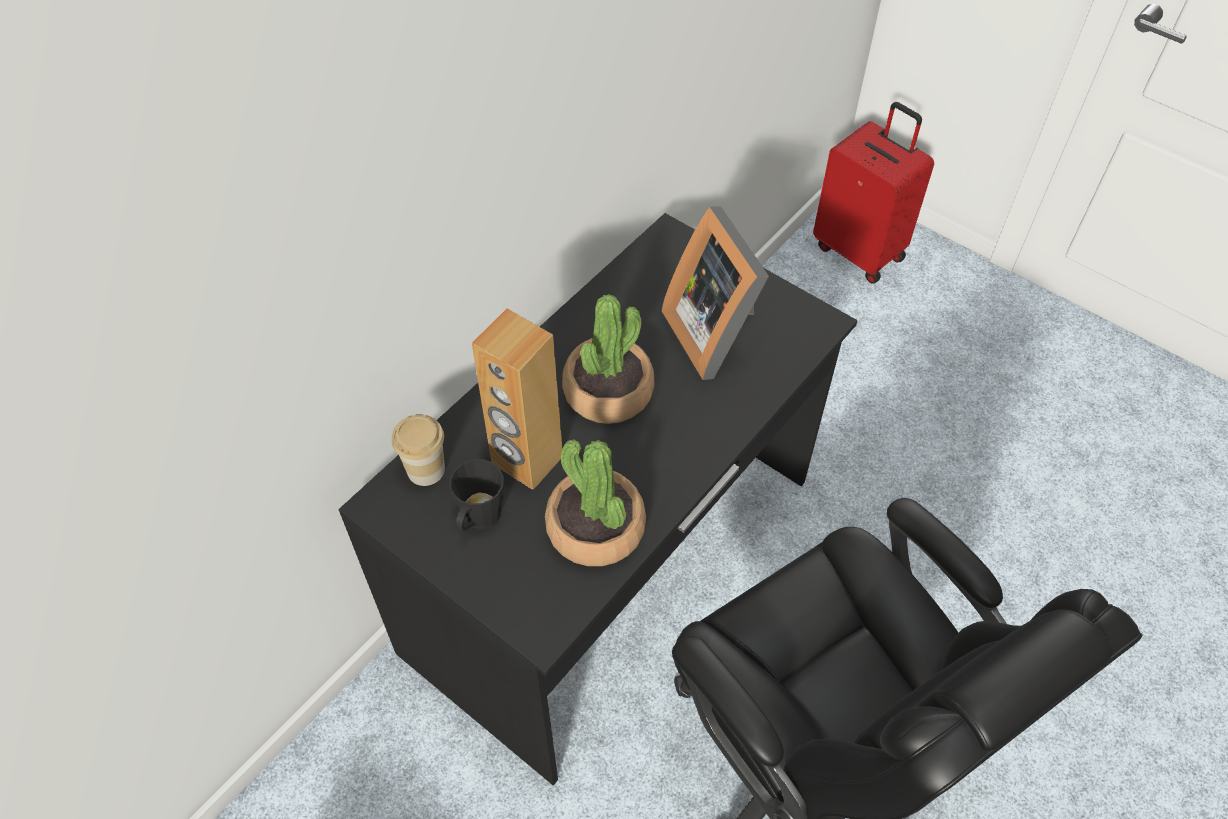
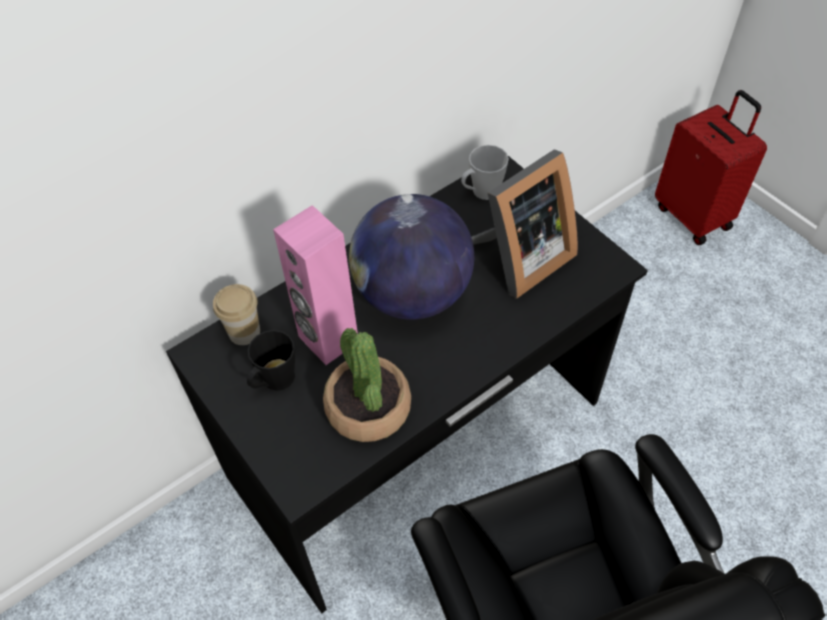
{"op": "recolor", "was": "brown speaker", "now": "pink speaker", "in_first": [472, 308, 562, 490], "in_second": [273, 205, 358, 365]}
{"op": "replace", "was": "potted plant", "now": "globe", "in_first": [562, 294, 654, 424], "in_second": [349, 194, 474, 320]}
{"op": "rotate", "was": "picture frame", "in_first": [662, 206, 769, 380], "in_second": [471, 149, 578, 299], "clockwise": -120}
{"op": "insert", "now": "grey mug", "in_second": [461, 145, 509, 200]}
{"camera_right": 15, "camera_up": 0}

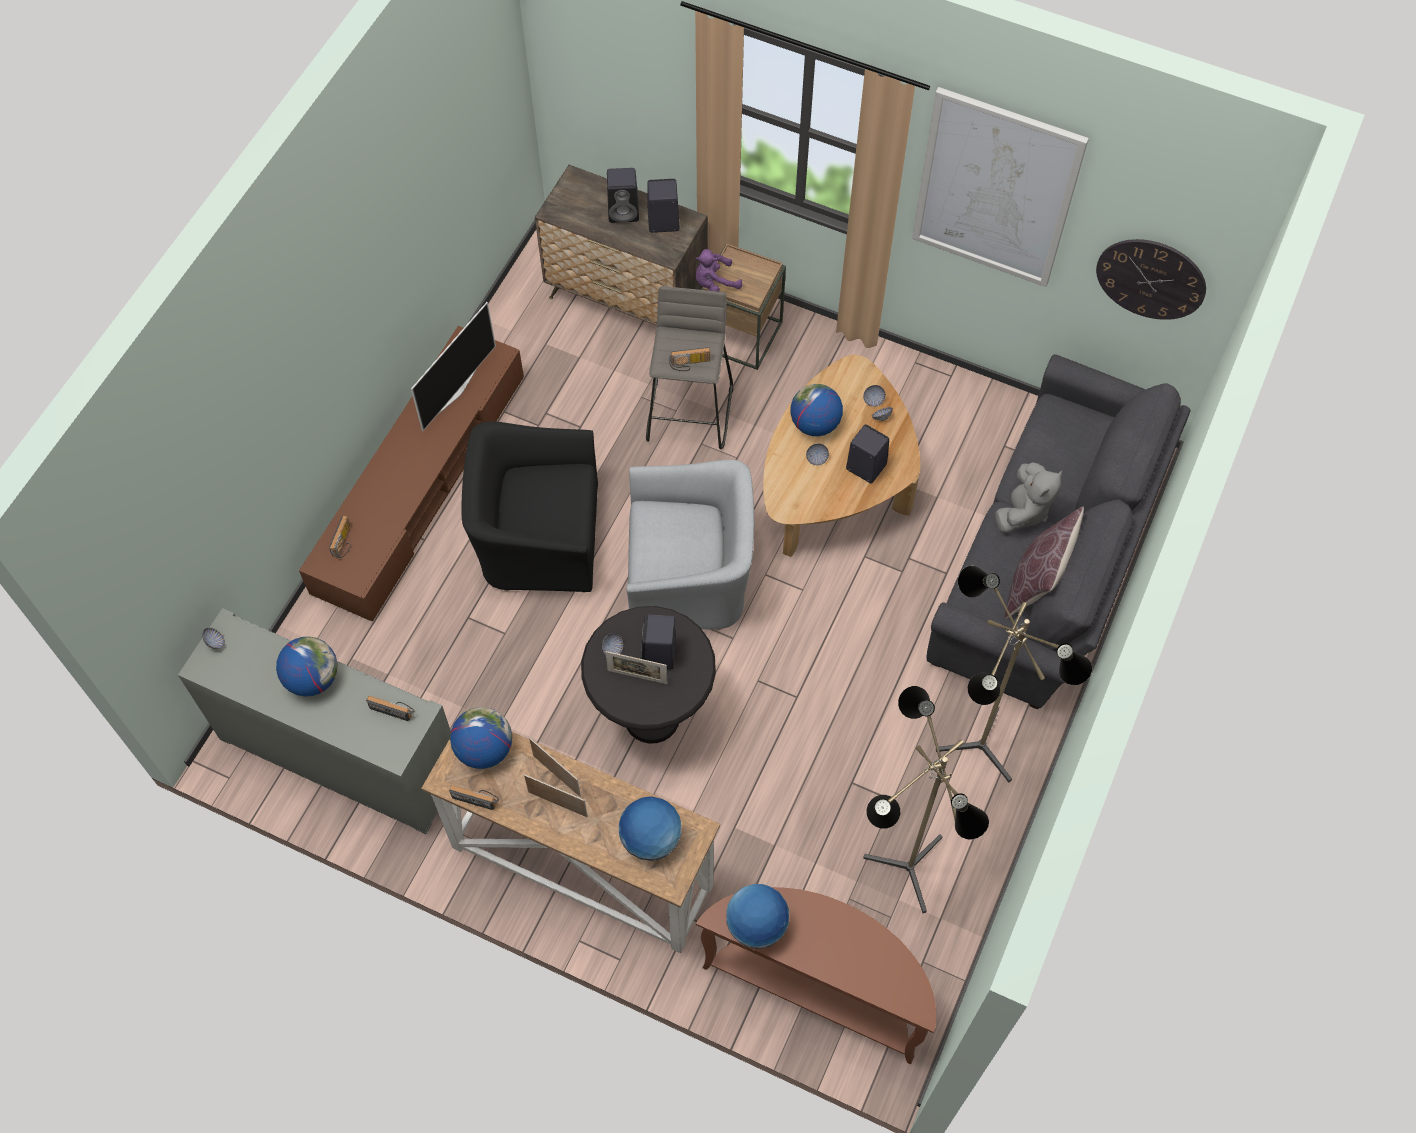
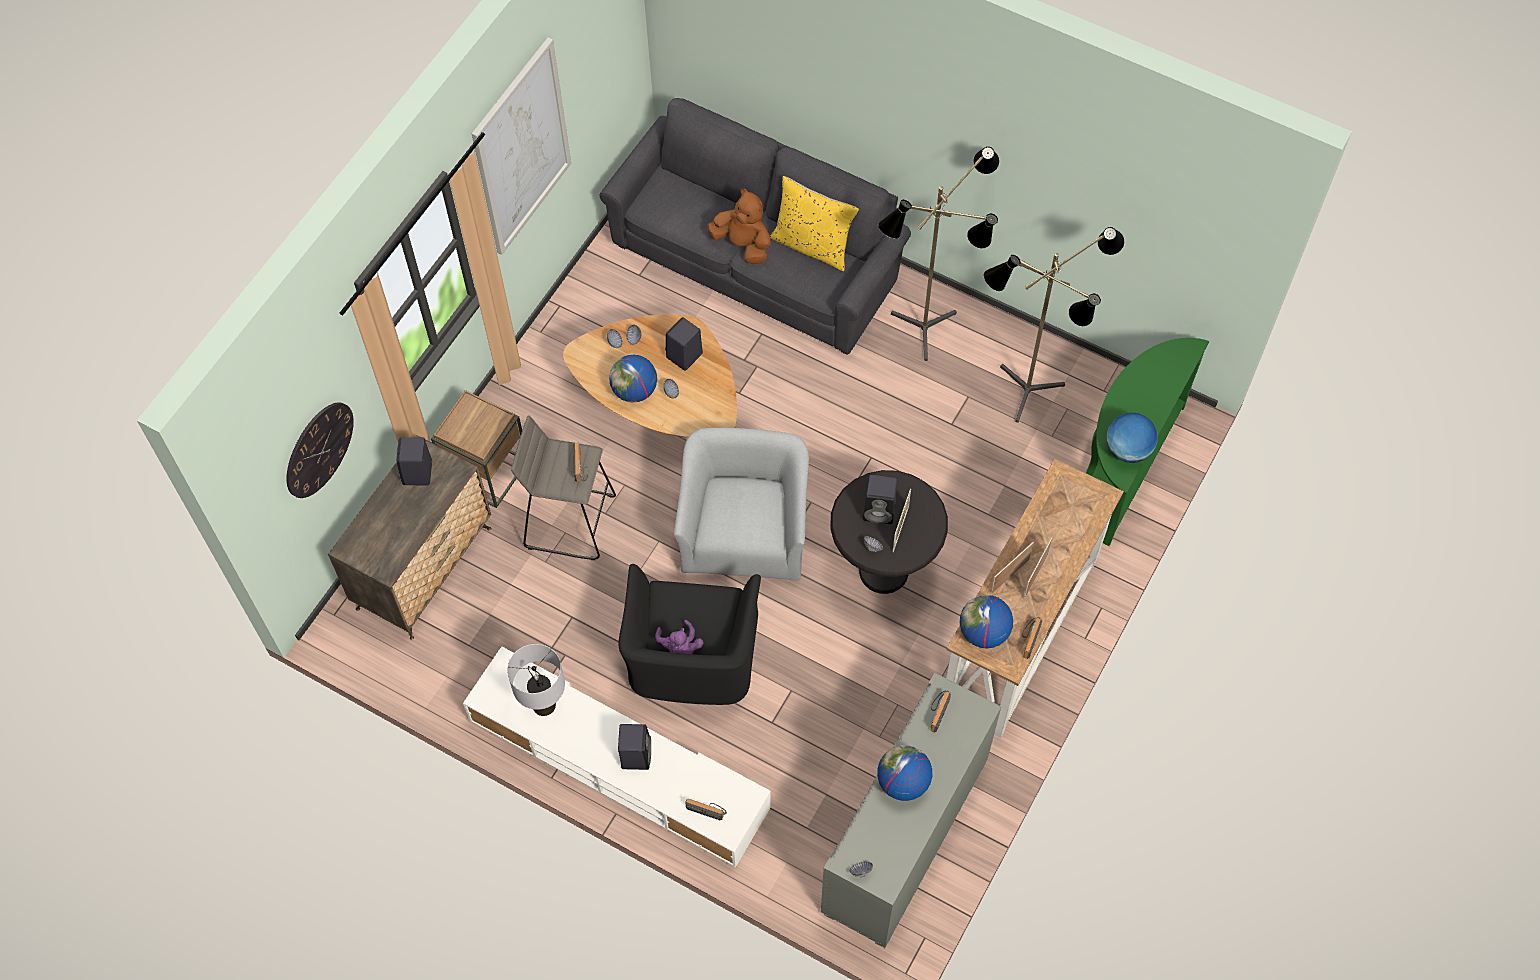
{"op": "recolor", "was": "brown tv stand", "now": "white tv stand", "in_first": [299, 326, 524, 621], "in_second": [463, 647, 771, 867]}
{"op": "replace", "was": "television", "now": "grey table lamp", "in_first": [411, 302, 496, 431], "in_second": [507, 644, 565, 716]}
{"op": "move", "was": "black speaker", "in_first": [607, 168, 639, 223], "in_second": [618, 724, 651, 770]}
{"op": "delete", "was": "globe", "in_first": [619, 796, 682, 861]}
{"op": "move", "was": "purple plush toy", "in_first": [695, 249, 742, 292], "in_second": [655, 620, 703, 654]}
{"op": "recolor", "was": "brown console table", "now": "green console table", "in_first": [696, 887, 936, 1064], "in_second": [1086, 338, 1209, 546]}
{"op": "recolor", "was": "grey plush toy", "now": "brown plush toy", "in_first": [995, 462, 1063, 533], "in_second": [707, 188, 771, 264]}
{"op": "recolor", "was": "brown pillow", "now": "yellow pillow", "in_first": [1005, 506, 1084, 618], "in_second": [770, 176, 859, 271]}
{"op": "move", "was": "wall clock", "in_first": [1096, 239, 1206, 320], "in_second": [286, 403, 354, 498]}
{"camera_right": -85, "camera_up": 0}

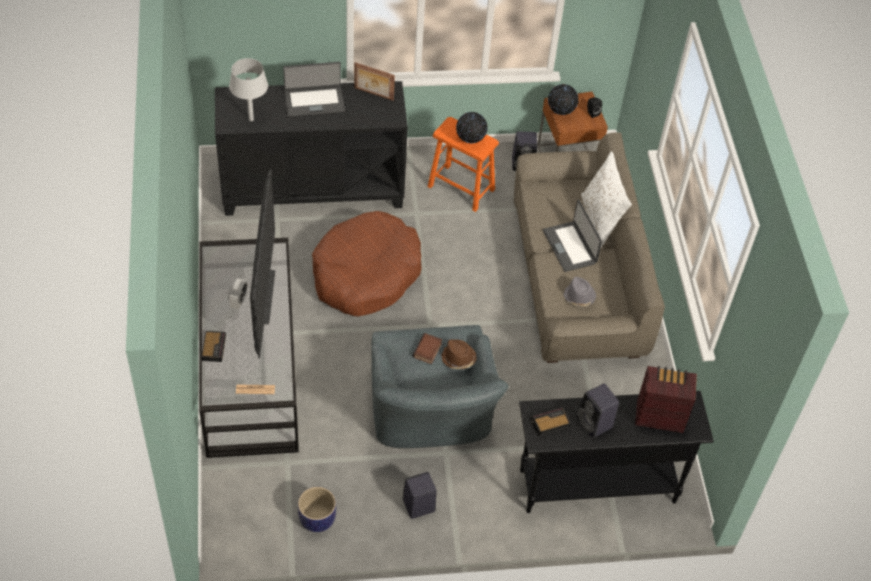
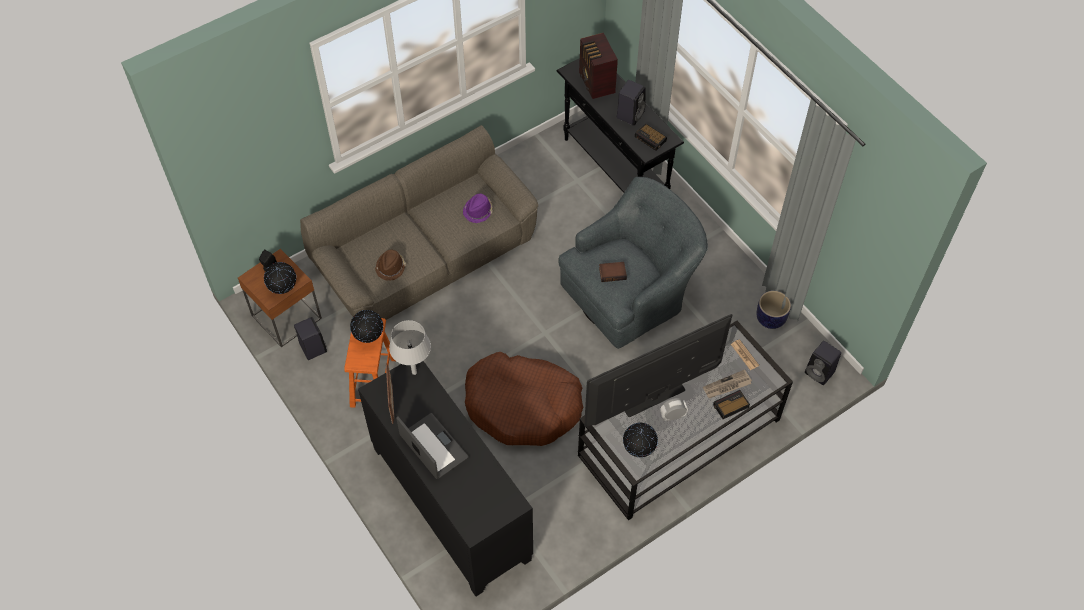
{"op": "move", "was": "grey table lamp", "in_first": [229, 58, 268, 121], "in_second": [389, 320, 431, 375]}
{"op": "move", "was": "black speaker", "in_first": [403, 472, 437, 519], "in_second": [805, 341, 841, 385]}
{"op": "move", "was": "brown hat", "in_first": [442, 339, 477, 369], "in_second": [375, 249, 406, 281]}
{"op": "delete", "was": "laptop", "in_first": [543, 200, 602, 272]}
{"op": "recolor", "was": "grey hat", "now": "purple hat", "in_first": [564, 277, 596, 307], "in_second": [463, 194, 493, 223]}
{"op": "delete", "was": "white pillow", "in_first": [581, 151, 632, 248]}
{"op": "insert", "now": "globe", "in_second": [623, 423, 658, 457]}
{"op": "insert", "now": "newspaper", "in_second": [703, 370, 752, 398]}
{"camera_right": -115, "camera_up": 5}

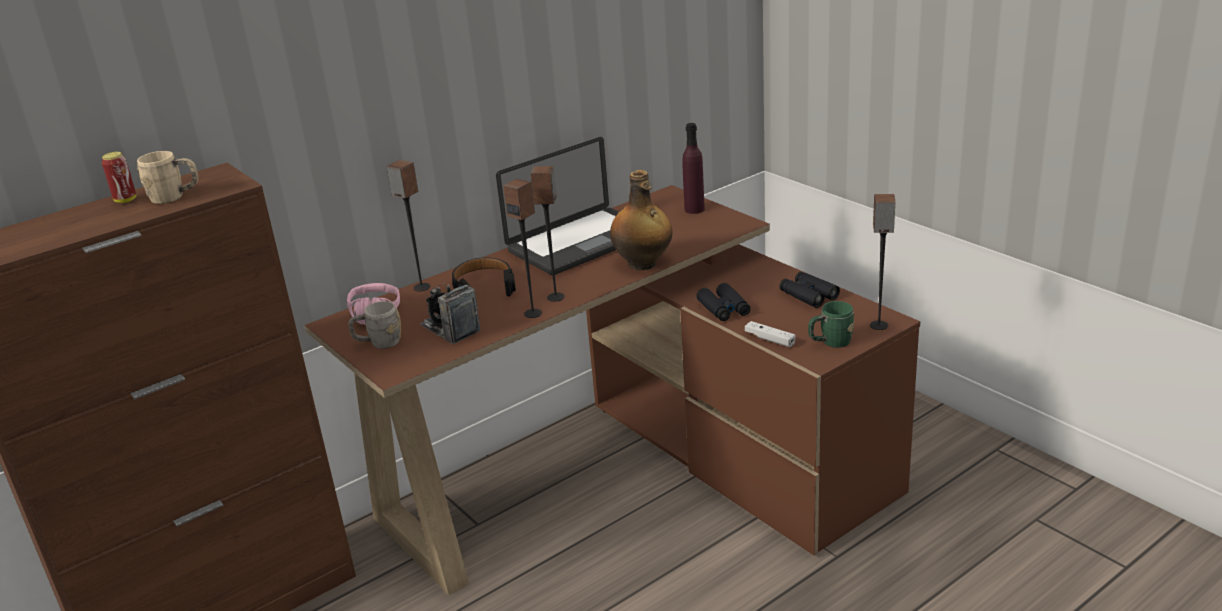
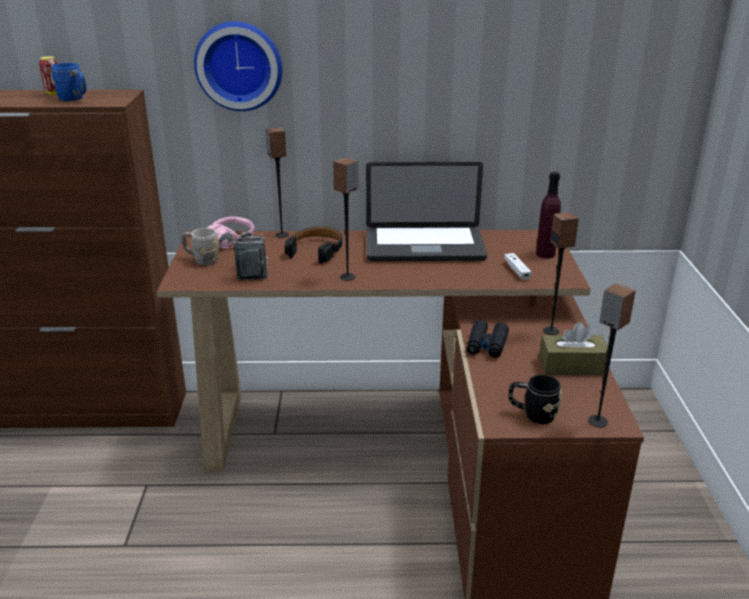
{"op": "recolor", "was": "beige mug", "now": "blue mug", "in_first": [137, 151, 198, 204], "in_second": [51, 63, 86, 101]}
{"op": "move", "was": "speaker", "in_first": [503, 179, 542, 318], "in_second": [543, 212, 579, 335]}
{"op": "delete", "was": "bottle", "in_first": [610, 170, 672, 270]}
{"op": "move", "was": "white game controller", "in_first": [745, 321, 795, 347], "in_second": [504, 253, 532, 280]}
{"op": "replace", "was": "black binoculars", "now": "brown tissue box", "in_first": [779, 272, 840, 308], "in_second": [539, 322, 608, 375]}
{"op": "recolor", "was": "green mug", "now": "black mug", "in_first": [808, 301, 854, 348], "in_second": [509, 375, 562, 424]}
{"op": "insert", "now": "wall clock", "in_second": [194, 21, 282, 111]}
{"camera_right": 35, "camera_up": 0}

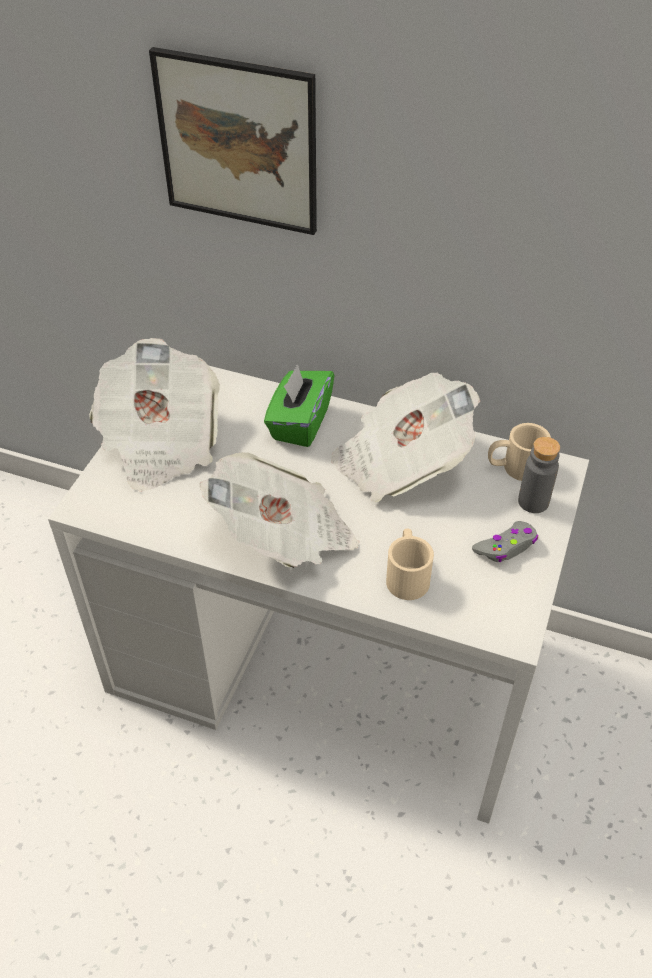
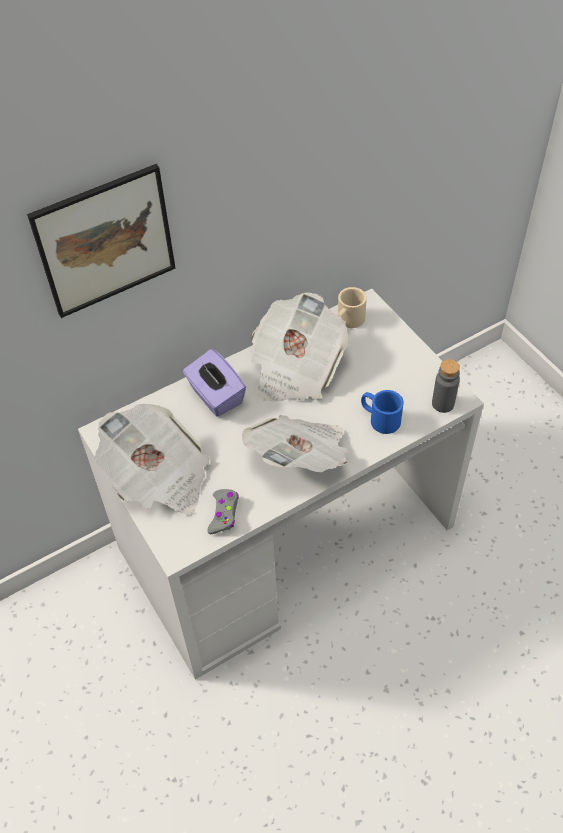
{"op": "recolor", "was": "green tissue box", "now": "purple tissue box", "in_first": [264, 364, 335, 447], "in_second": [183, 349, 246, 417]}
{"op": "recolor", "was": "beige mug", "now": "blue mug", "in_first": [386, 528, 434, 600], "in_second": [361, 390, 404, 434]}
{"op": "move", "was": "grey game controller", "in_first": [472, 521, 538, 562], "in_second": [207, 489, 239, 534]}
{"op": "move", "was": "grey bottle", "in_first": [518, 437, 560, 513], "in_second": [432, 359, 460, 413]}
{"camera_right": -50, "camera_up": 5}

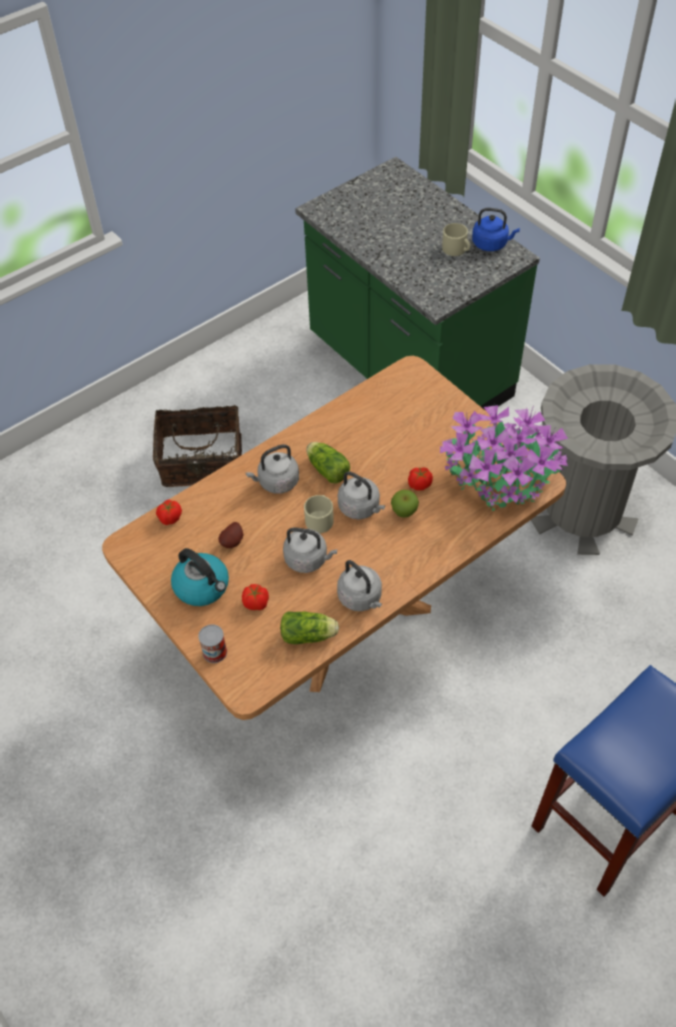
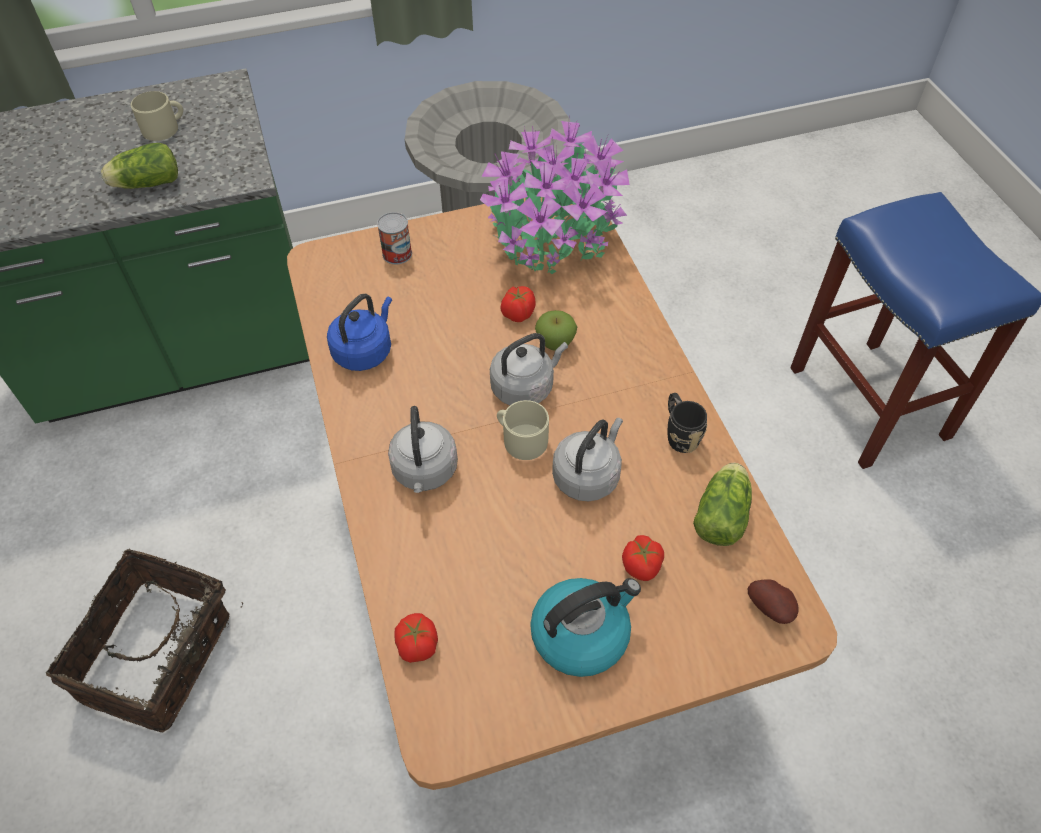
{"op": "move", "was": "can", "in_first": [198, 624, 227, 663], "in_second": [377, 212, 412, 265]}
{"op": "move", "was": "potato", "in_first": [218, 522, 244, 548], "in_second": [748, 580, 799, 624]}
{"op": "move", "was": "lettuce", "in_first": [306, 442, 350, 483], "in_second": [101, 143, 178, 189]}
{"op": "replace", "was": "grey kettle", "now": "black mug", "in_first": [337, 560, 382, 611], "in_second": [668, 393, 708, 453]}
{"op": "move", "was": "blue kettle", "in_first": [472, 208, 520, 251], "in_second": [327, 294, 392, 371]}
{"camera_right": -70, "camera_up": 0}

